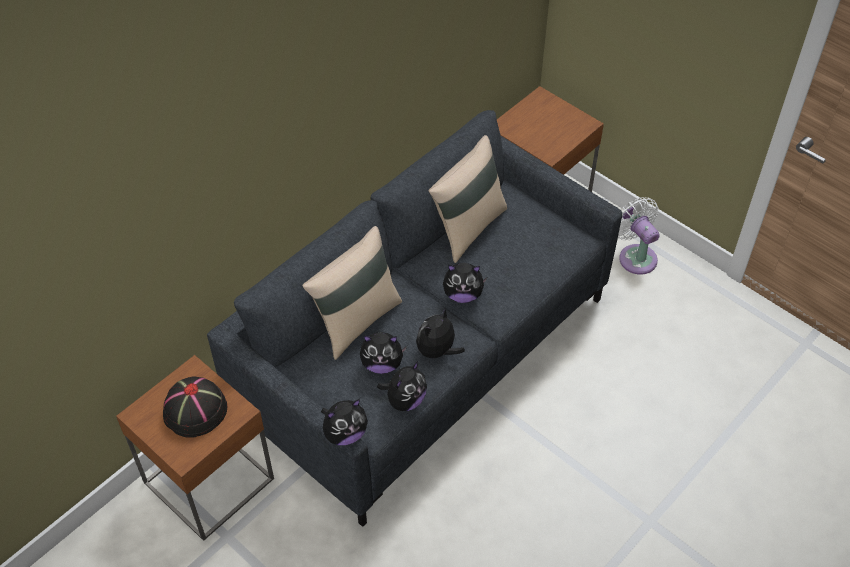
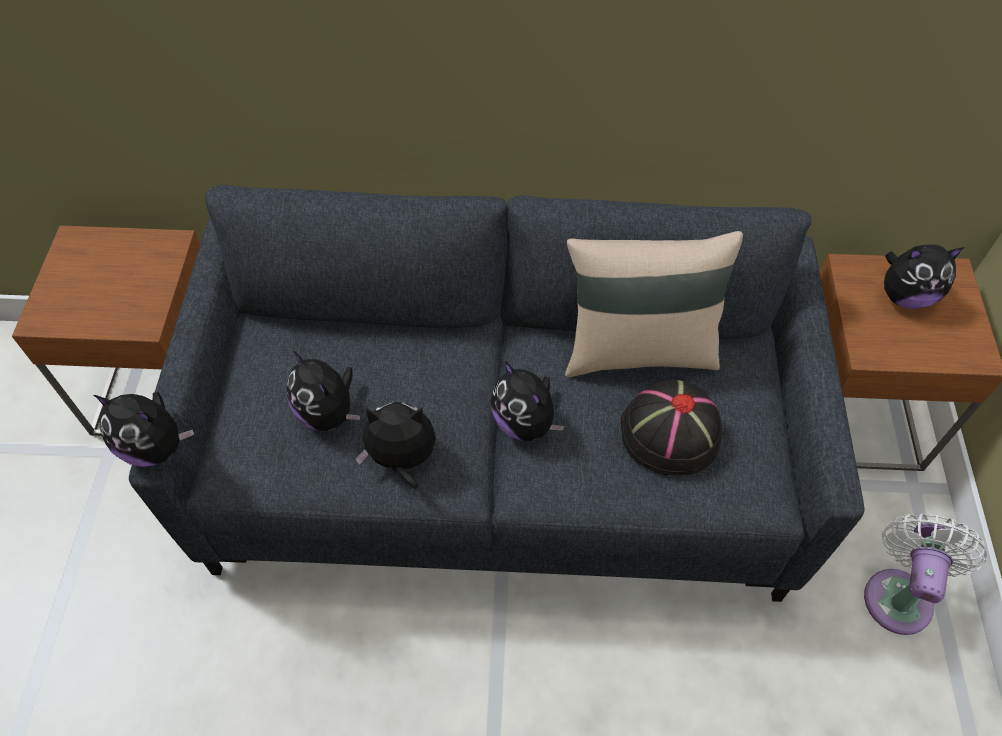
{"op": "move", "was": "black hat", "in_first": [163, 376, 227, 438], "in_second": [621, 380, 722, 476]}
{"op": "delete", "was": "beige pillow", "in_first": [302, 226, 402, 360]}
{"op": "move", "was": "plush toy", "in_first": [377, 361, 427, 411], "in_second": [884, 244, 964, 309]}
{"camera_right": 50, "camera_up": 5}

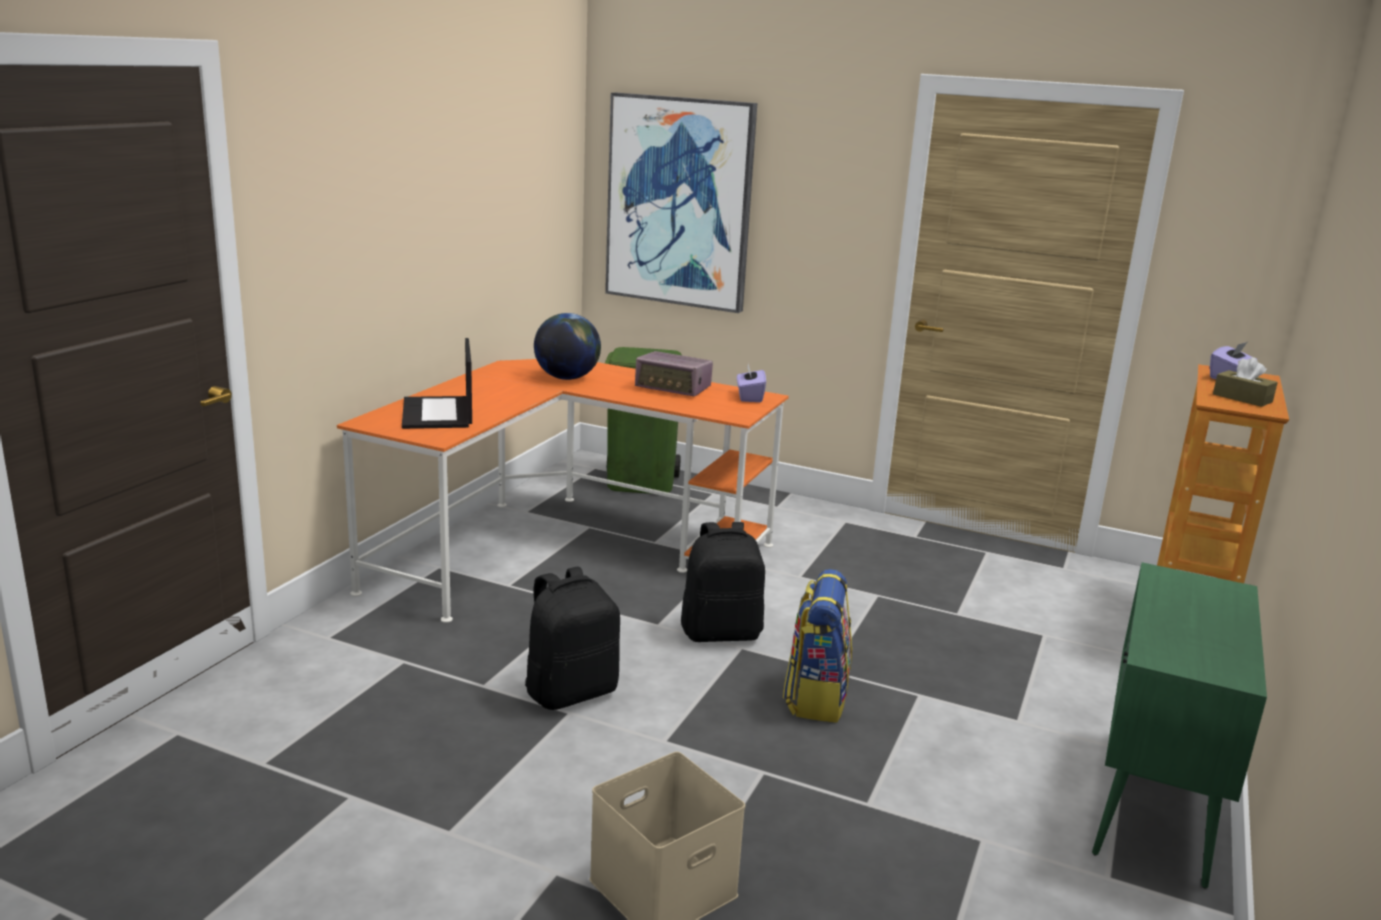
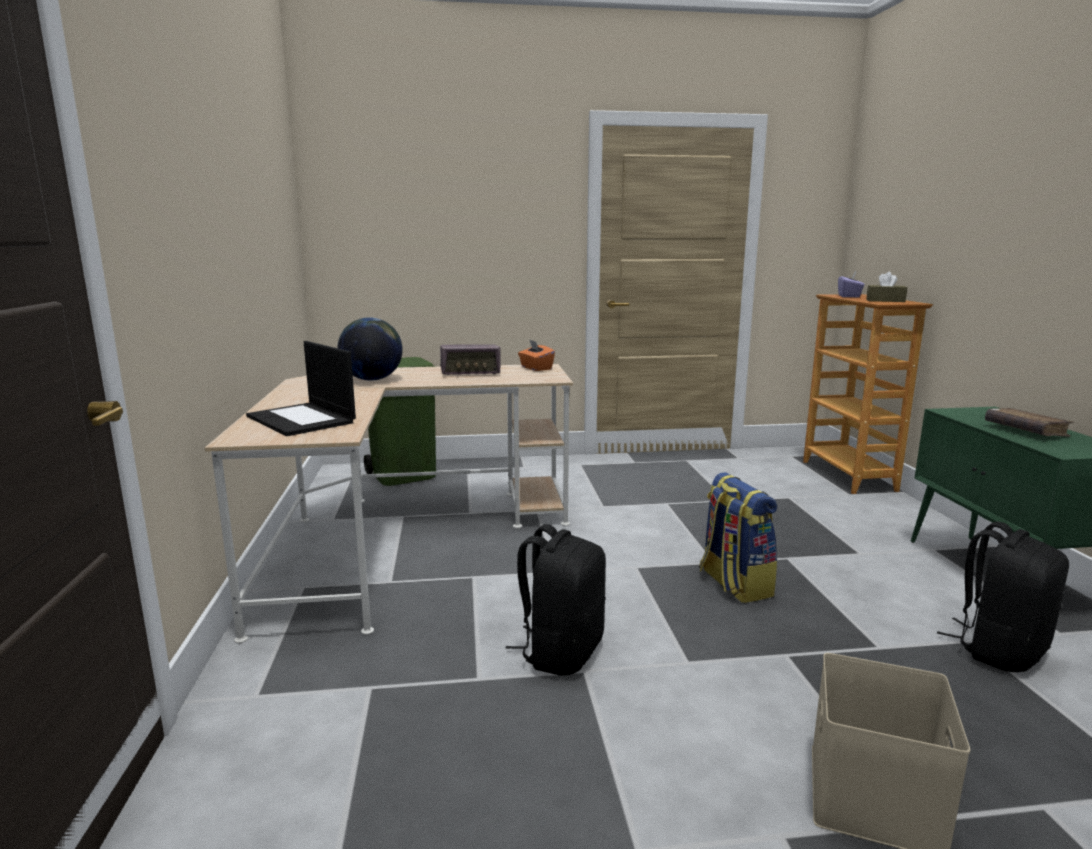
{"op": "recolor", "was": "orange desk", "now": "beige desk", "in_first": [337, 359, 789, 623], "in_second": [205, 364, 573, 643]}
{"op": "delete", "was": "picture", "in_first": [605, 93, 757, 313]}
{"op": "move", "was": "black backpack", "in_first": [681, 522, 765, 642], "in_second": [937, 522, 1069, 672]}
{"op": "recolor", "was": "purple tissue box", "now": "orange tissue box", "in_first": [737, 364, 766, 402], "in_second": [518, 340, 555, 371]}
{"op": "insert", "now": "brown book", "in_second": [985, 408, 1074, 437]}
{"camera_right": -30, "camera_up": -5}

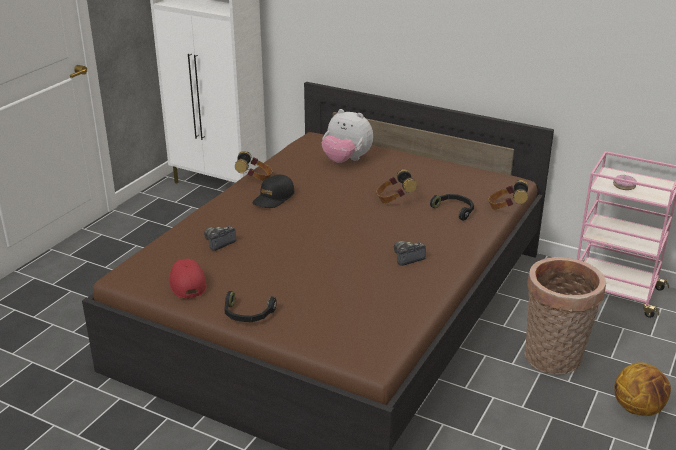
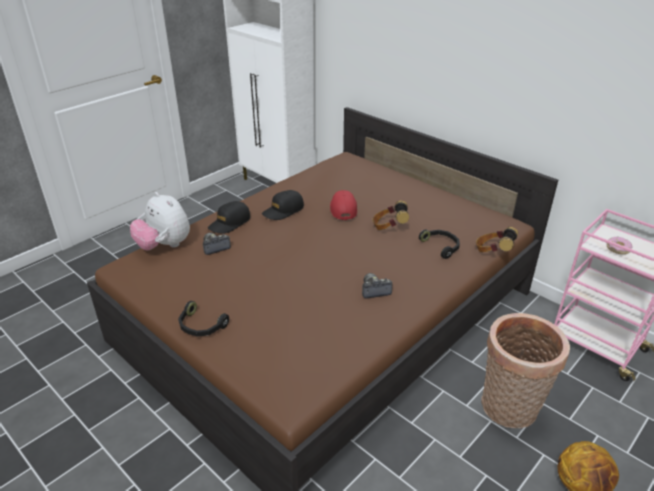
{"op": "move", "was": "red cap", "in_first": [169, 259, 207, 299], "in_second": [330, 190, 357, 220]}
{"op": "delete", "was": "headphones", "in_first": [235, 151, 273, 181]}
{"op": "move", "was": "plush toy", "in_first": [322, 109, 373, 163], "in_second": [130, 192, 190, 250]}
{"op": "insert", "now": "black cap", "in_second": [208, 201, 250, 233]}
{"camera_right": 15, "camera_up": 5}

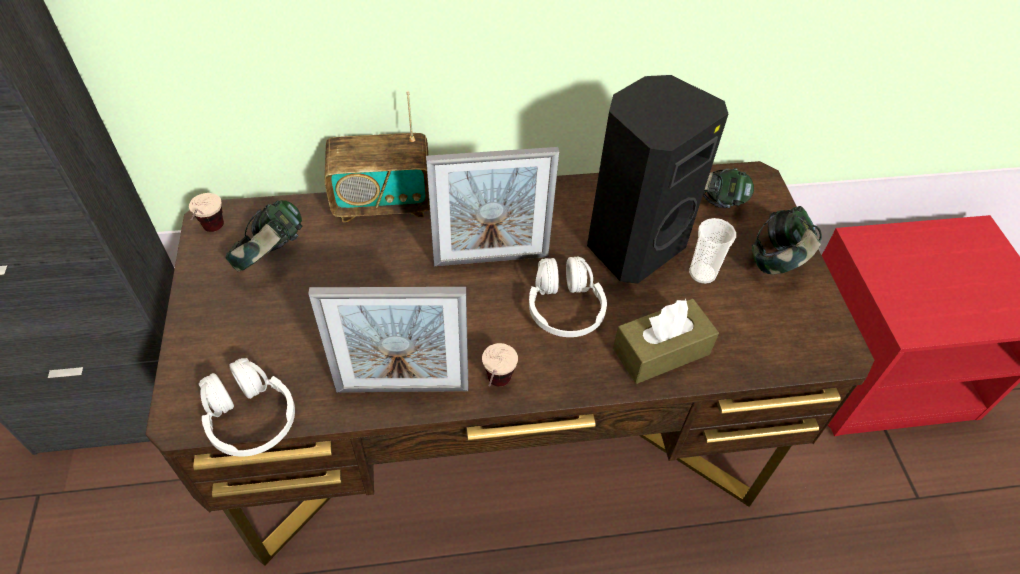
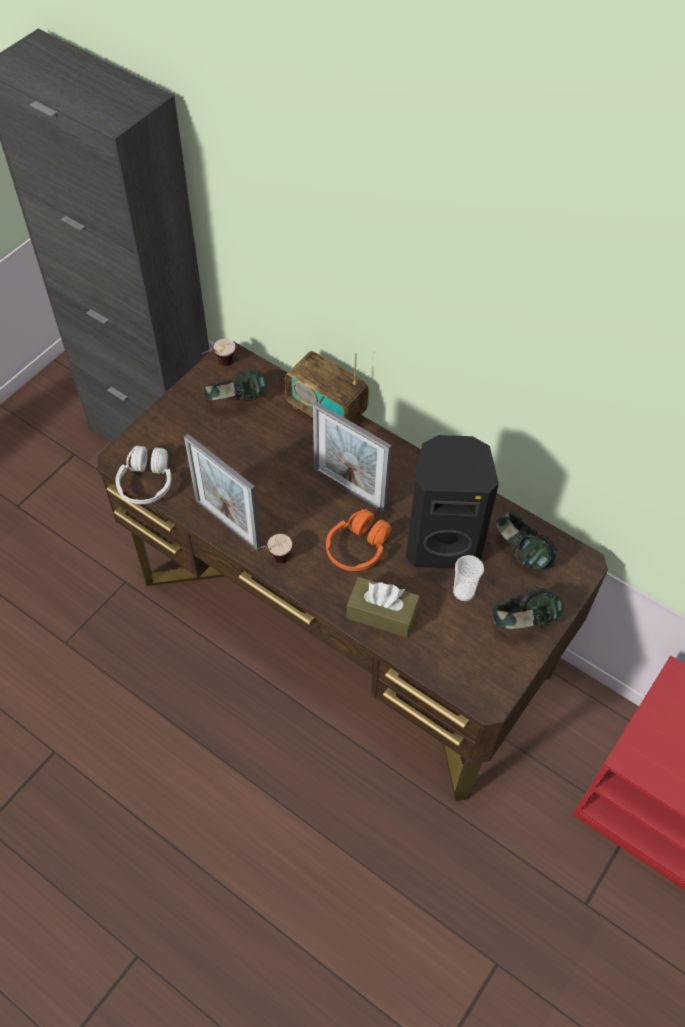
{"op": "recolor", "was": "white headphones", "now": "orange headphones", "in_first": [529, 257, 607, 337], "in_second": [326, 509, 391, 571]}
{"camera_right": 45, "camera_up": 5}

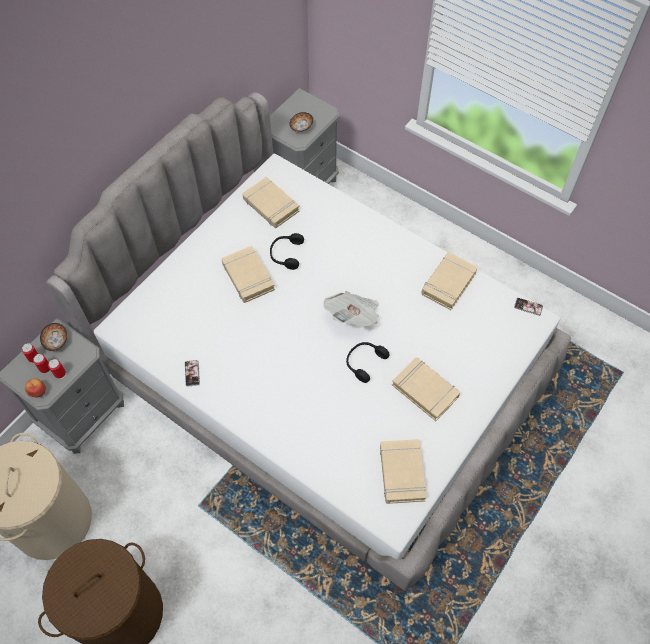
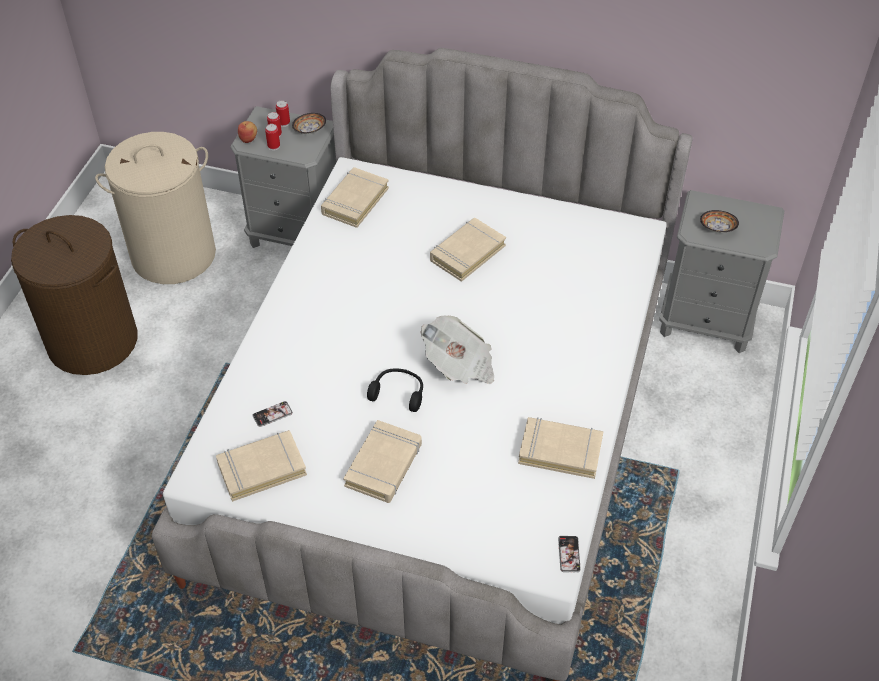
{"op": "move", "was": "phone", "in_first": [185, 360, 200, 387], "in_second": [253, 401, 293, 427]}
{"op": "move", "was": "beige book", "in_first": [243, 177, 300, 228], "in_second": [321, 167, 389, 228]}
{"op": "delete", "was": "black headphones", "in_first": [270, 233, 304, 270]}
{"camera_right": 70, "camera_up": -10}

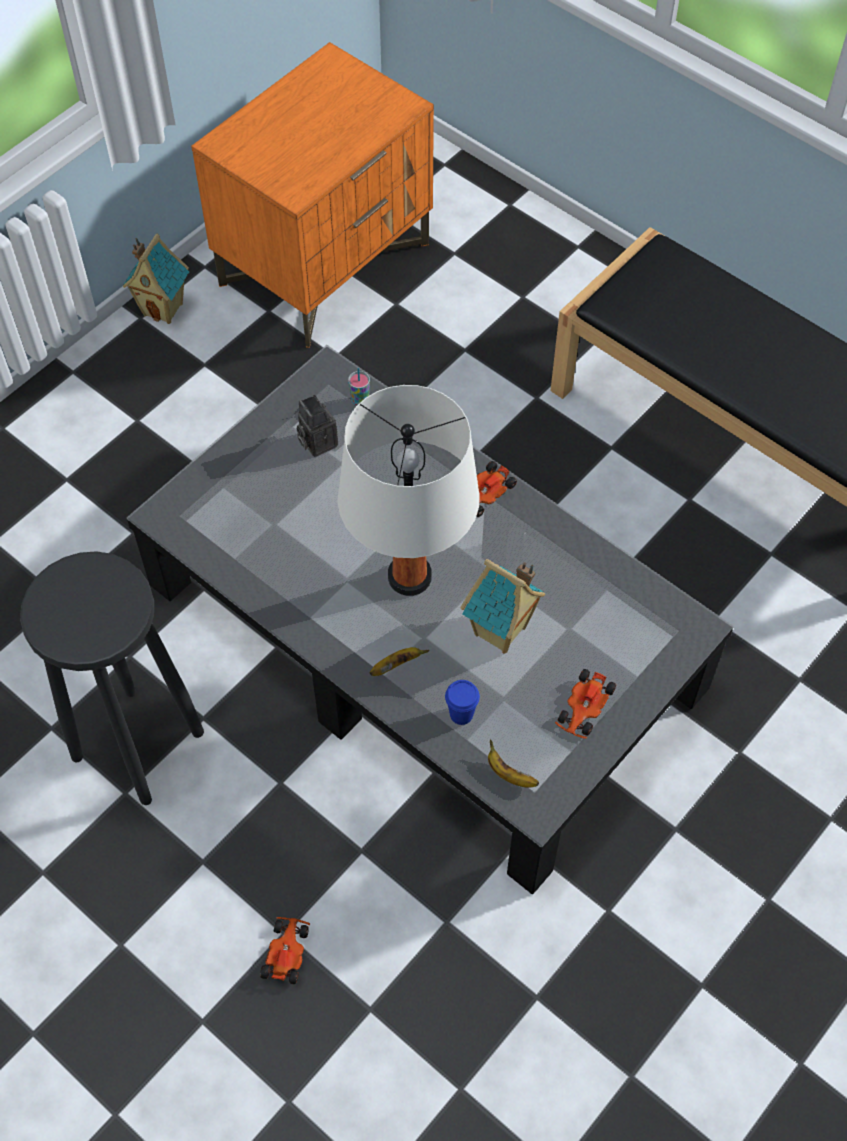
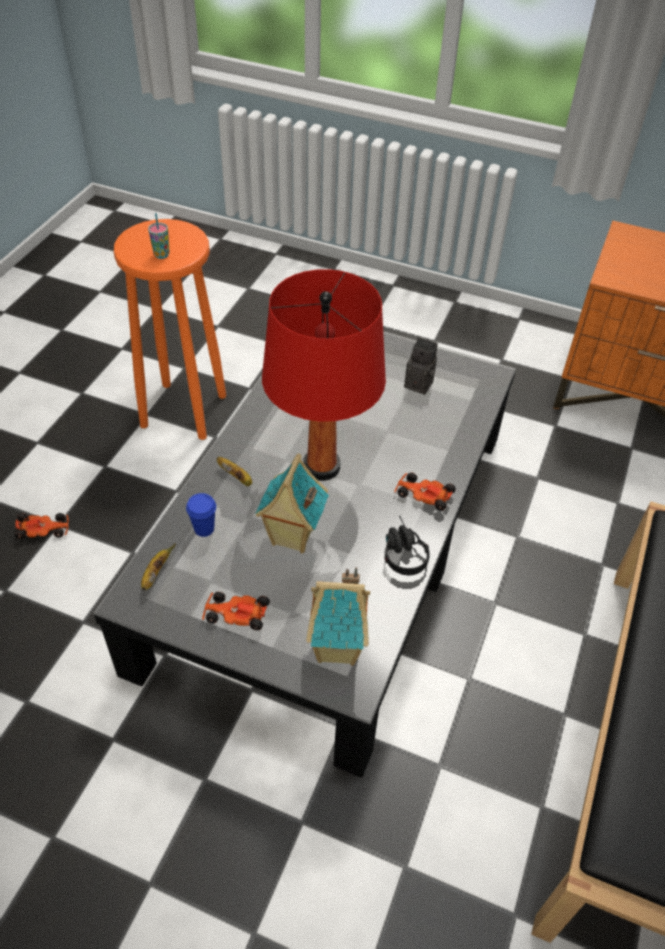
{"op": "recolor", "was": "black stool", "now": "orange stool", "in_first": [20, 551, 204, 805], "in_second": [114, 219, 226, 440]}
{"op": "move", "was": "toy house", "in_first": [123, 234, 189, 324], "in_second": [306, 568, 370, 666]}
{"op": "rotate", "was": "photo camera", "in_first": [296, 395, 338, 457], "in_second": [404, 337, 438, 395], "clockwise": 75}
{"op": "recolor", "was": "white table lamp", "now": "red table lamp", "in_first": [338, 385, 480, 596], "in_second": [262, 269, 386, 481]}
{"op": "move", "was": "cup", "in_first": [348, 368, 370, 406], "in_second": [148, 213, 170, 259]}
{"op": "insert", "now": "black headphones", "in_second": [384, 516, 430, 575]}
{"camera_right": 70, "camera_up": -10}

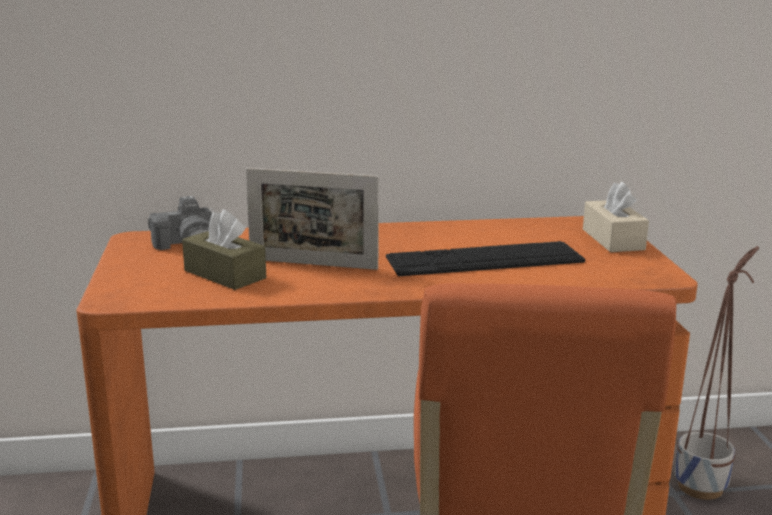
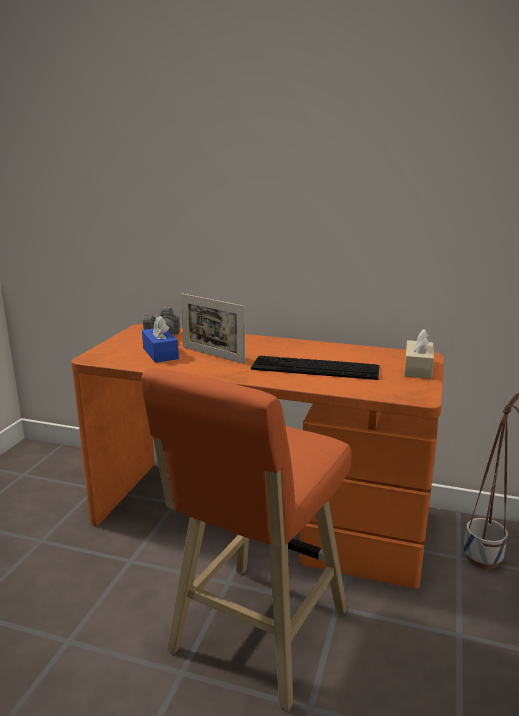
{"op": "recolor", "was": "brown tissue box", "now": "blue tissue box", "in_first": [182, 209, 266, 290], "in_second": [142, 316, 179, 363]}
{"camera_right": 25, "camera_up": 0}

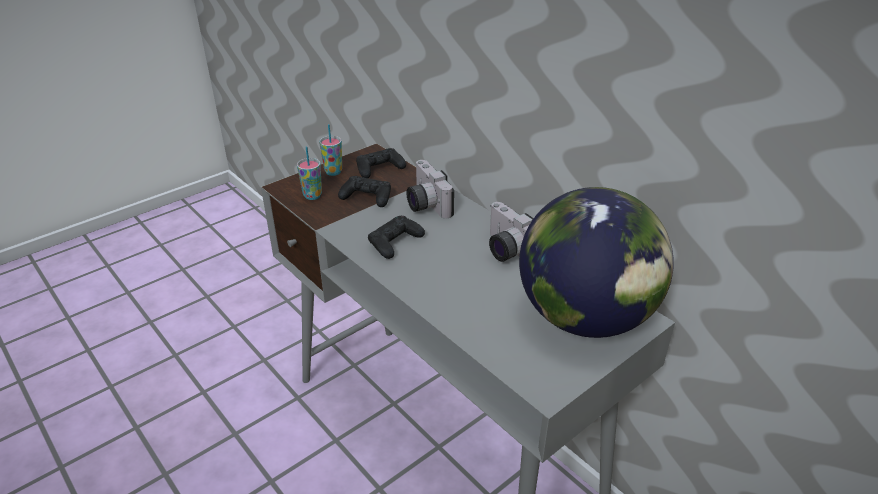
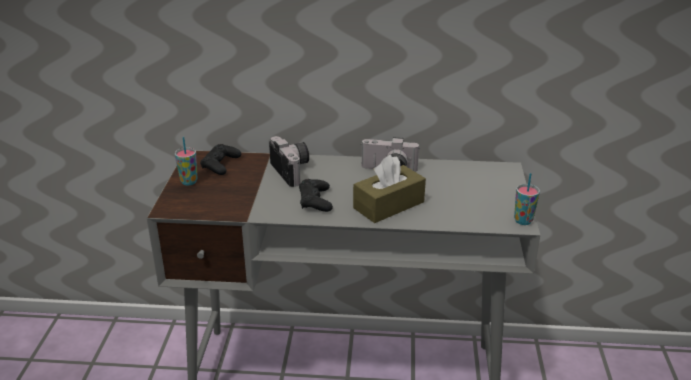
{"op": "move", "was": "cup", "in_first": [297, 146, 322, 200], "in_second": [514, 173, 540, 225]}
{"op": "delete", "was": "black game controller", "in_first": [338, 176, 391, 207]}
{"op": "rotate", "was": "photo camera", "in_first": [406, 160, 454, 219], "in_second": [269, 136, 309, 187], "clockwise": -135}
{"op": "delete", "was": "globe", "in_first": [519, 187, 674, 338]}
{"op": "insert", "now": "brown tissue box", "in_second": [353, 155, 426, 223]}
{"camera_right": -45, "camera_up": -5}

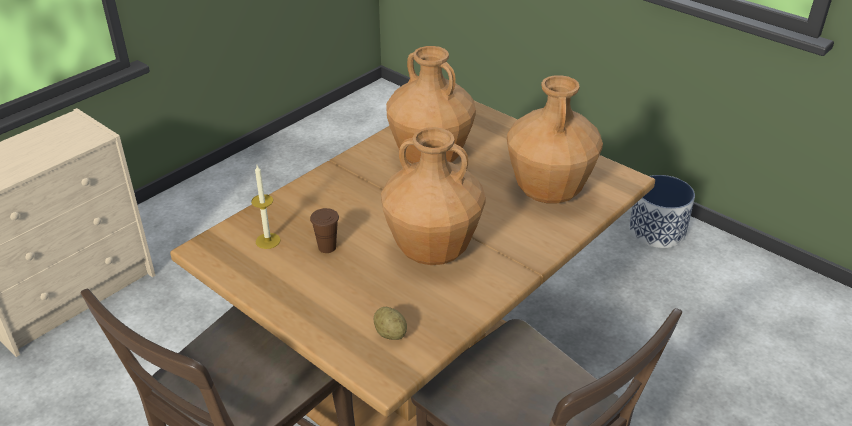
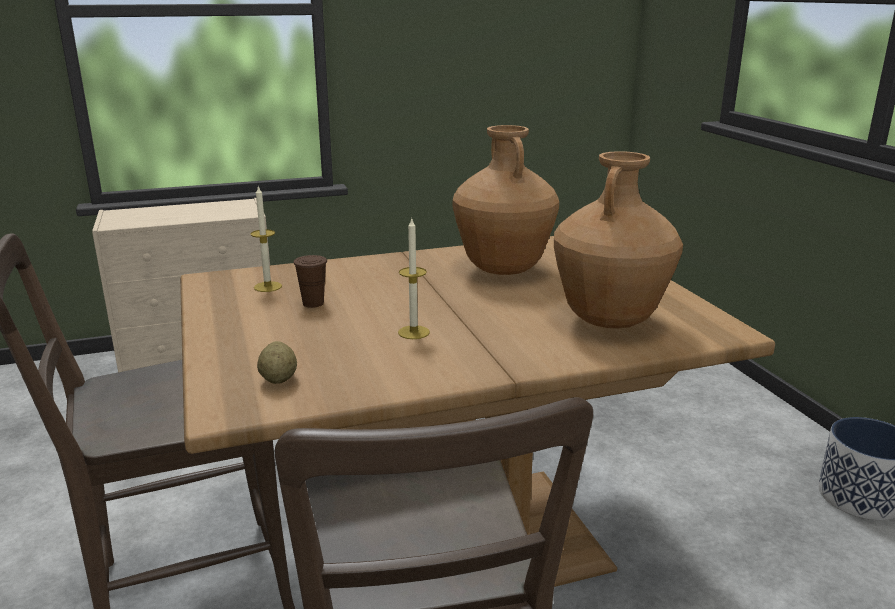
{"op": "replace", "was": "brown vase", "now": "candle", "in_first": [381, 127, 486, 265], "in_second": [398, 219, 430, 339]}
{"camera_right": 30, "camera_up": -15}

